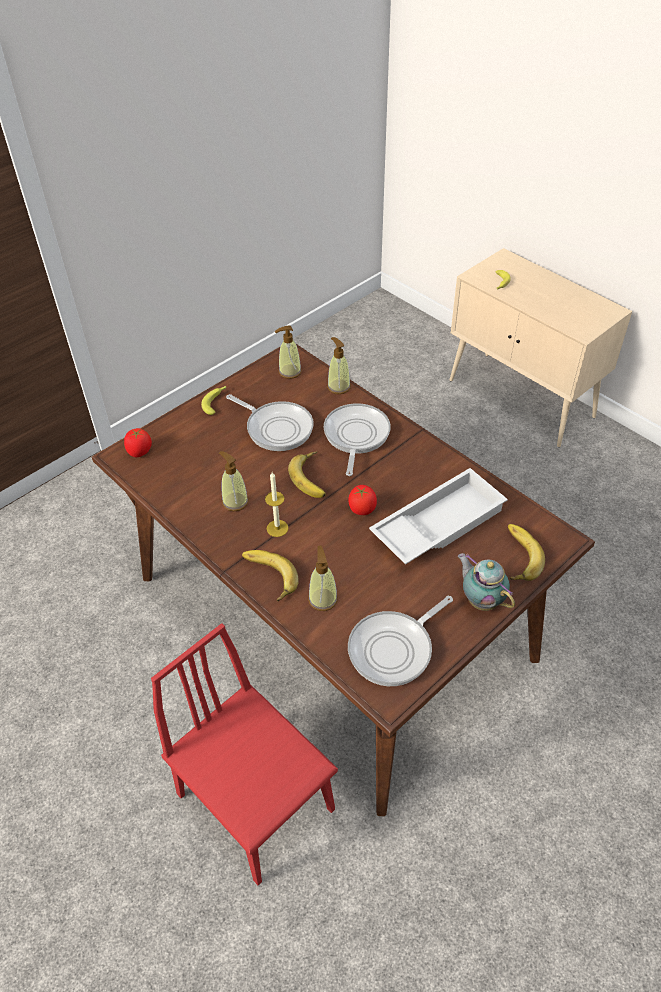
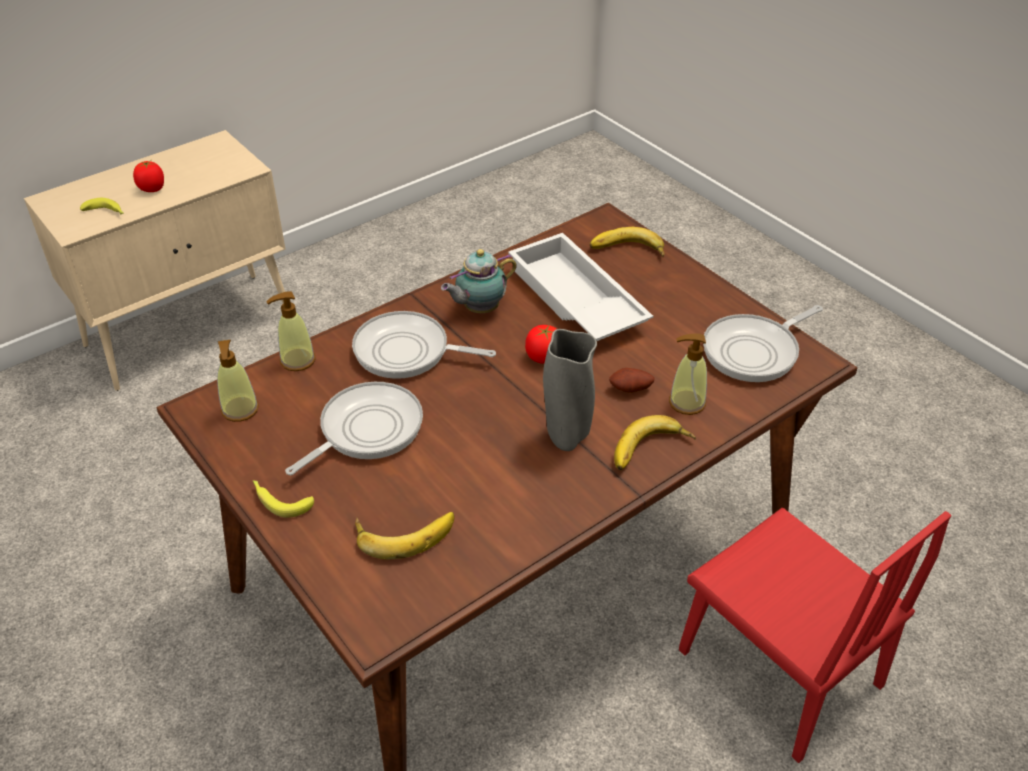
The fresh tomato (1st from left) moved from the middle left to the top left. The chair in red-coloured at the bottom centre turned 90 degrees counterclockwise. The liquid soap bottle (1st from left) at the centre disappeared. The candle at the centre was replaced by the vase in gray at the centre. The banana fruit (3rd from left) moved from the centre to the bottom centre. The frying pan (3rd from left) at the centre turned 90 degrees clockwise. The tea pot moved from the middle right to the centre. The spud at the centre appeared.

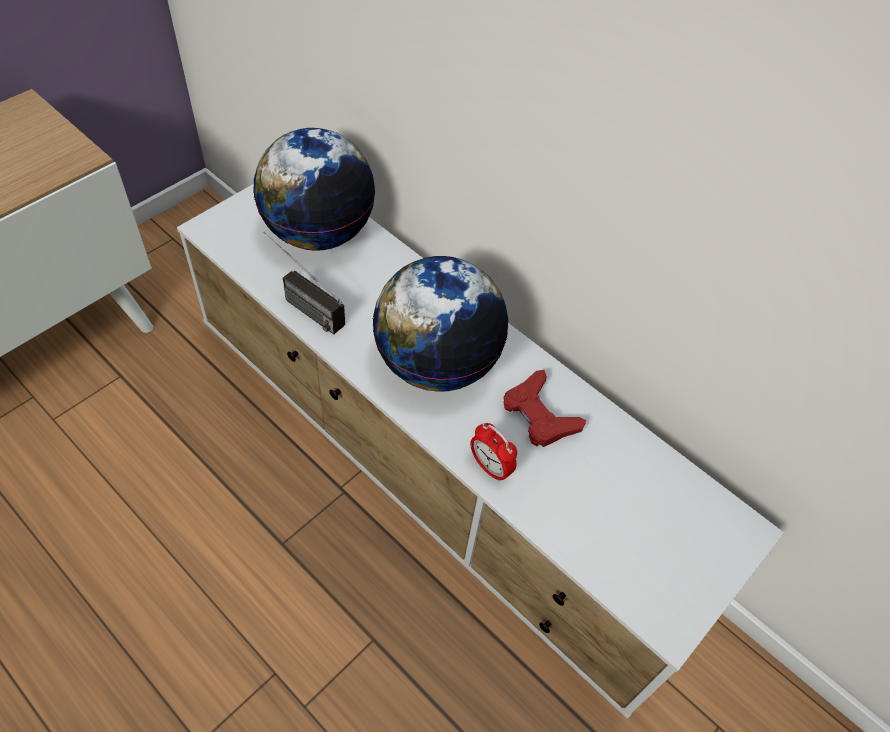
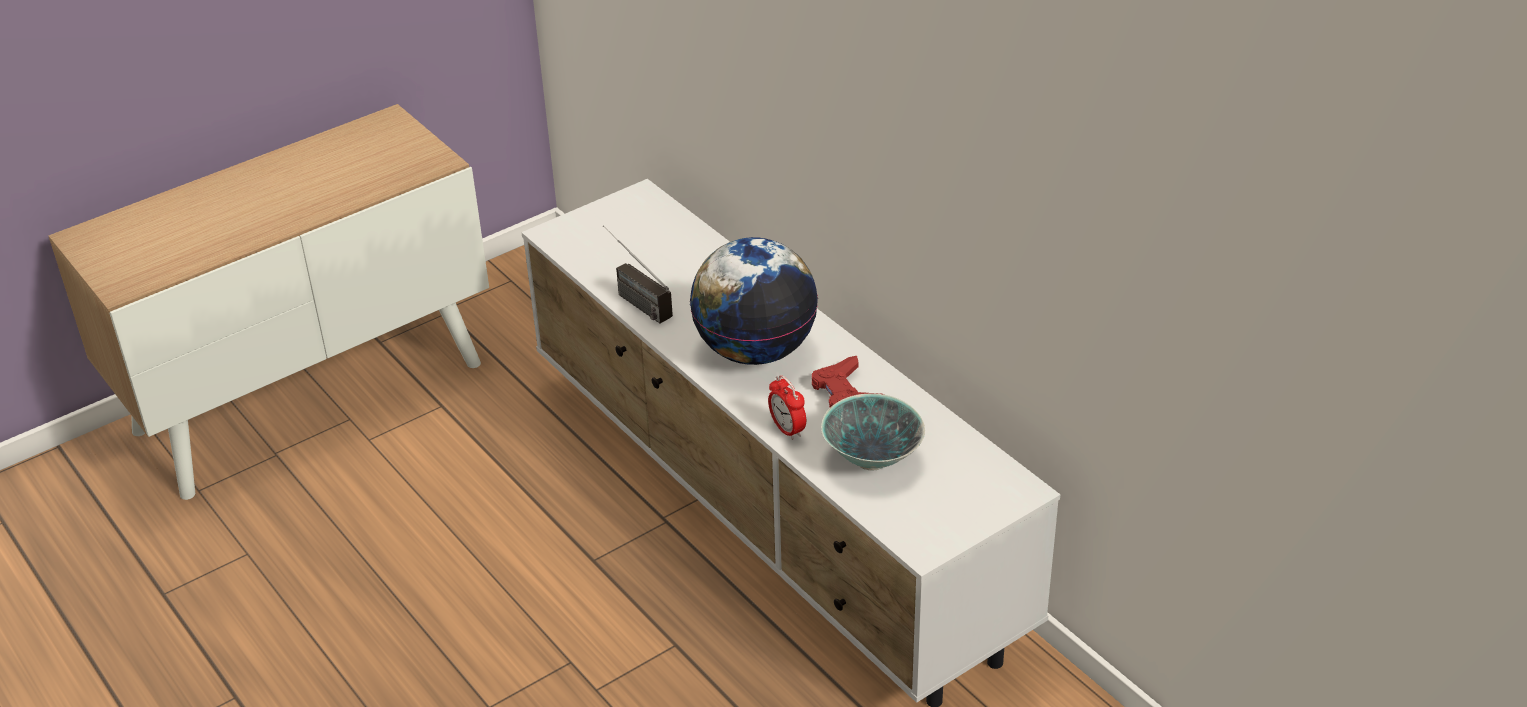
The globe (1st from left) at the top centre disappeared. The bowl at the centre appeared.

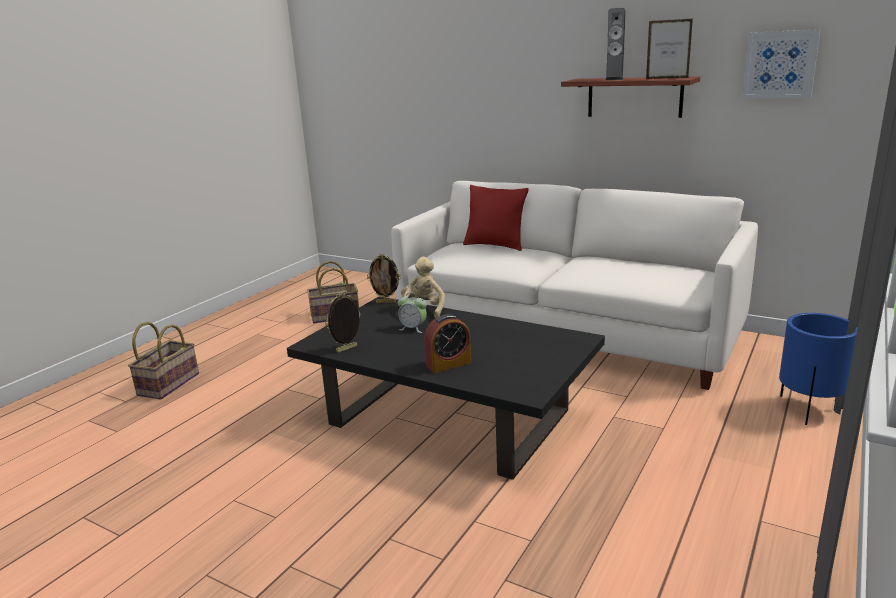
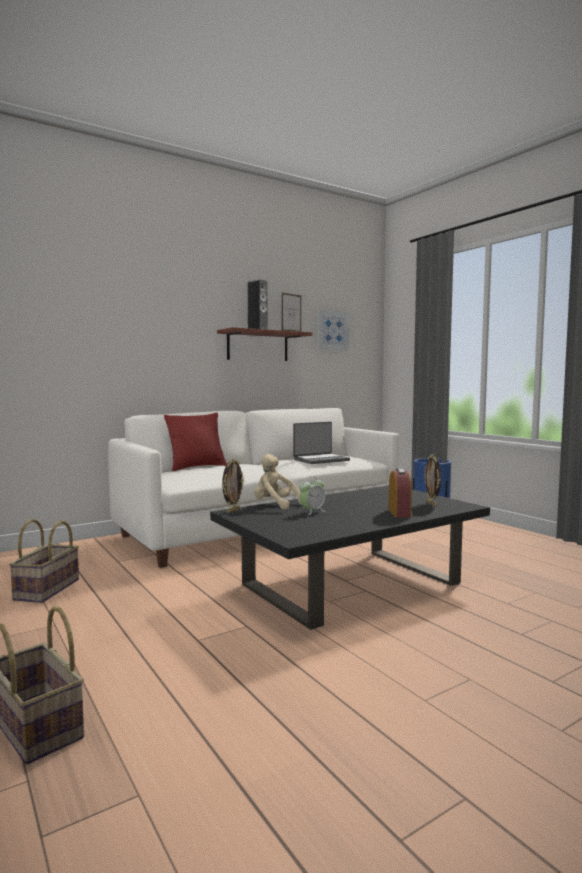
The picture frame (1st from left in the first image) moved from the centre to the middle right. The notebook computer at the centre appeared.

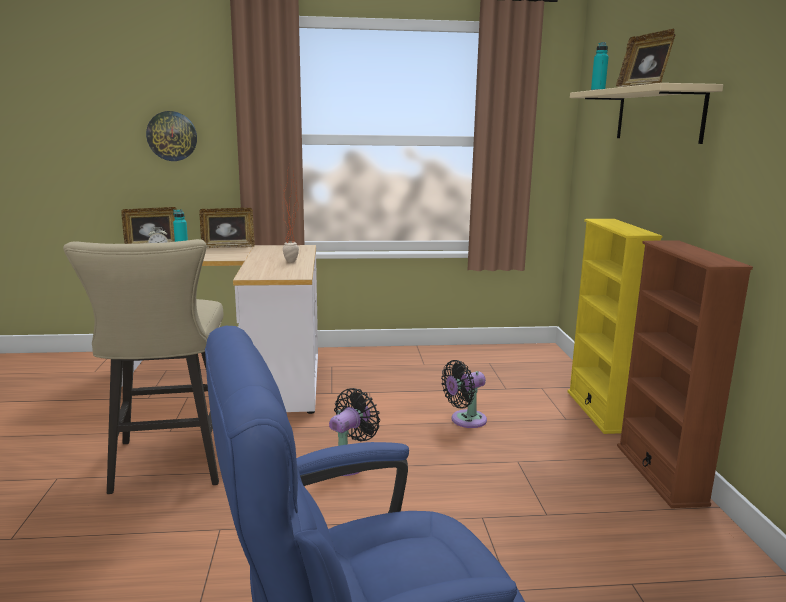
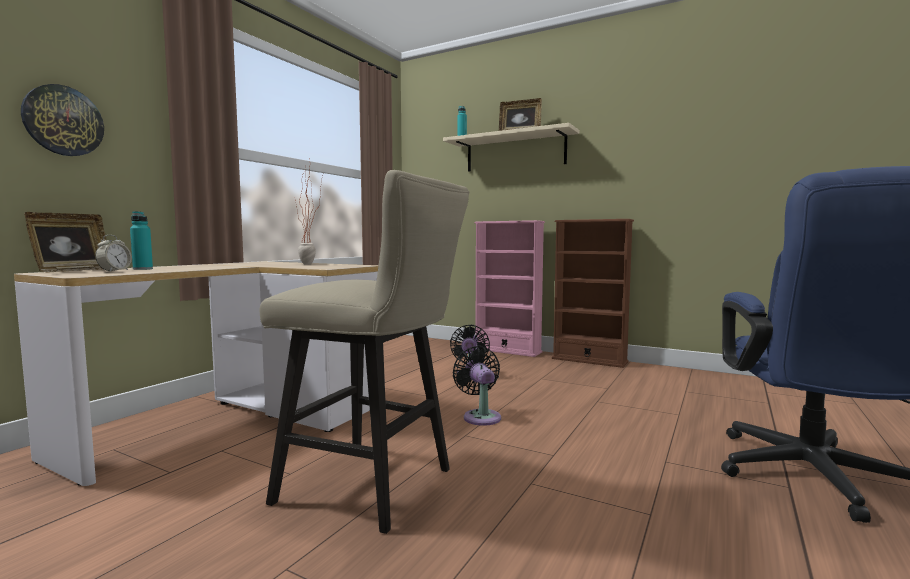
The picture frame (2nd from left) at the middle left disappeared. The bookshelf in yellow at the middle right became the bookshelf in pink at the centre.

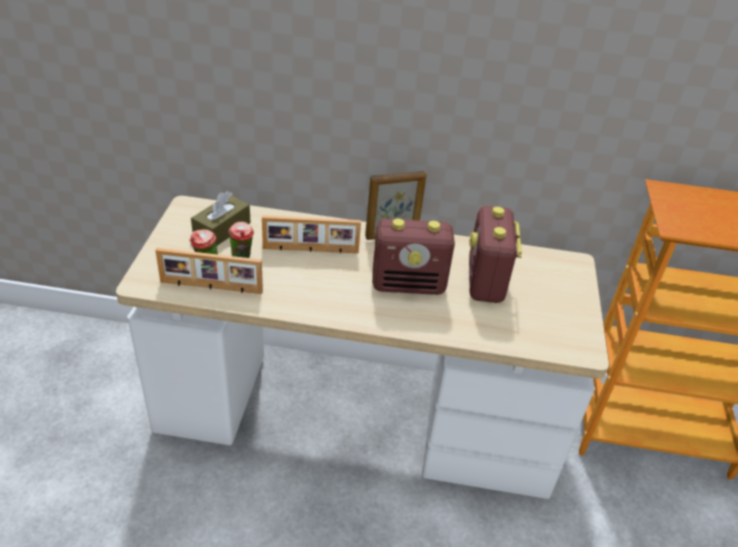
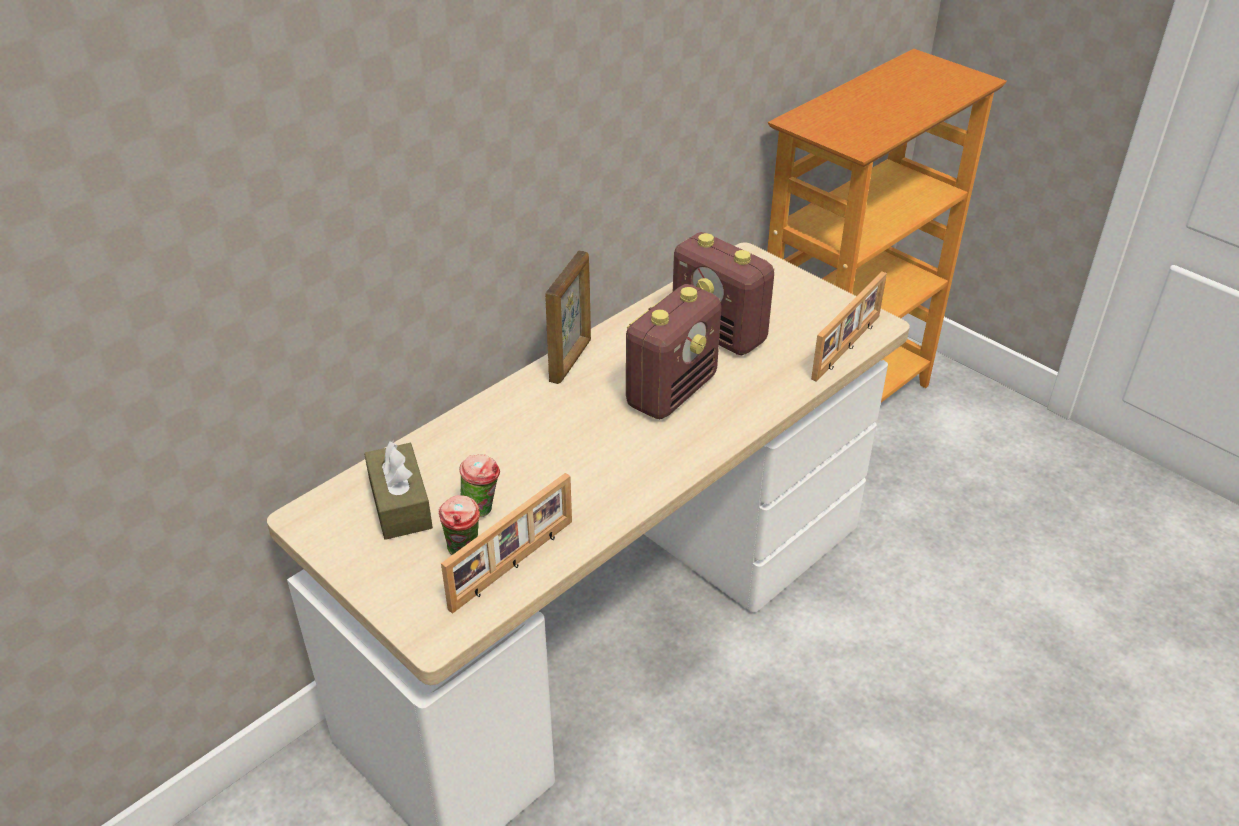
The picture frame (2nd from left in the first image) moved from the centre to the middle right.

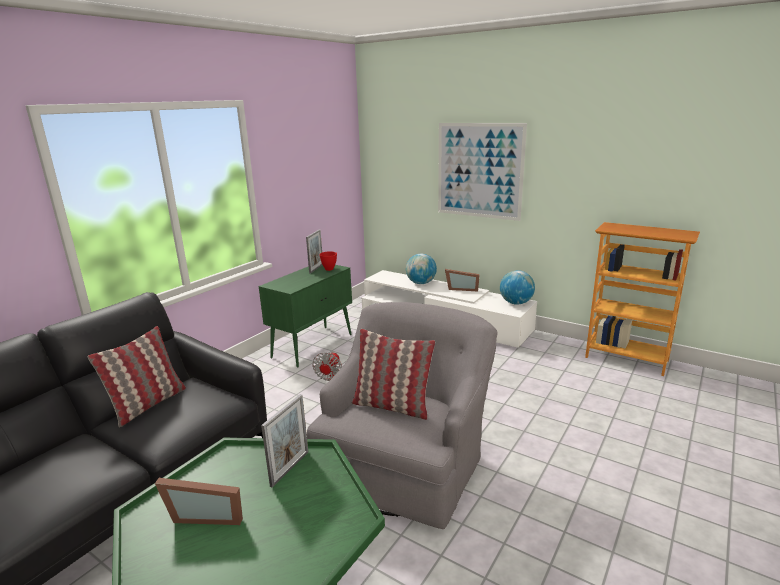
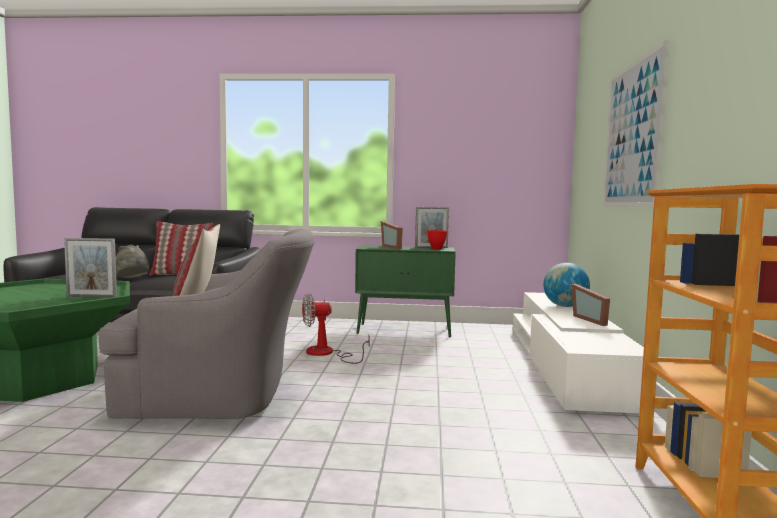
The picture frame (1st from left in the first image) moved from the bottom left to the centre. The globe (2nd from left) at the centre disappeared. The hat in gray at the middle left appeared.

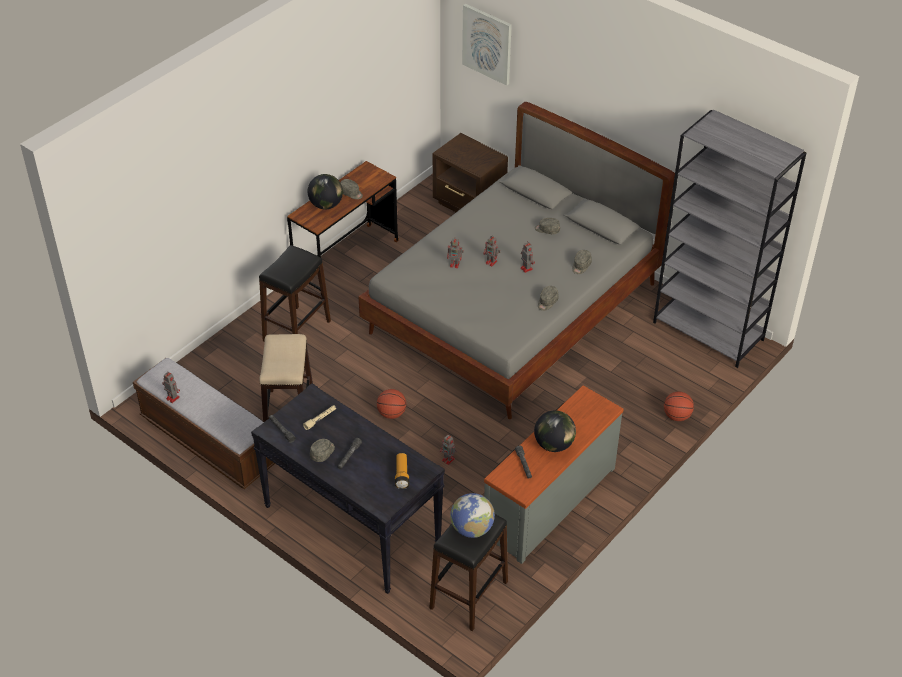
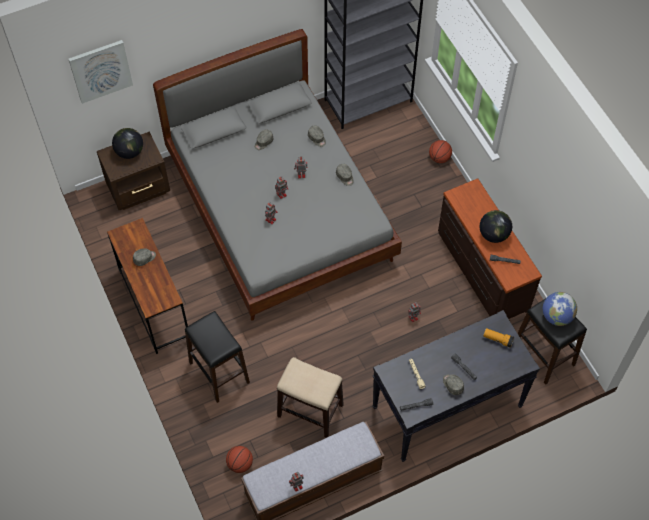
The globe (1st from left) moved from the top centre to the top left. The basketball ball (1st from left) moved from the centre to the bottom centre. The dresser in gray at the bottom centre became the dresser in brown-coloured at the middle right.

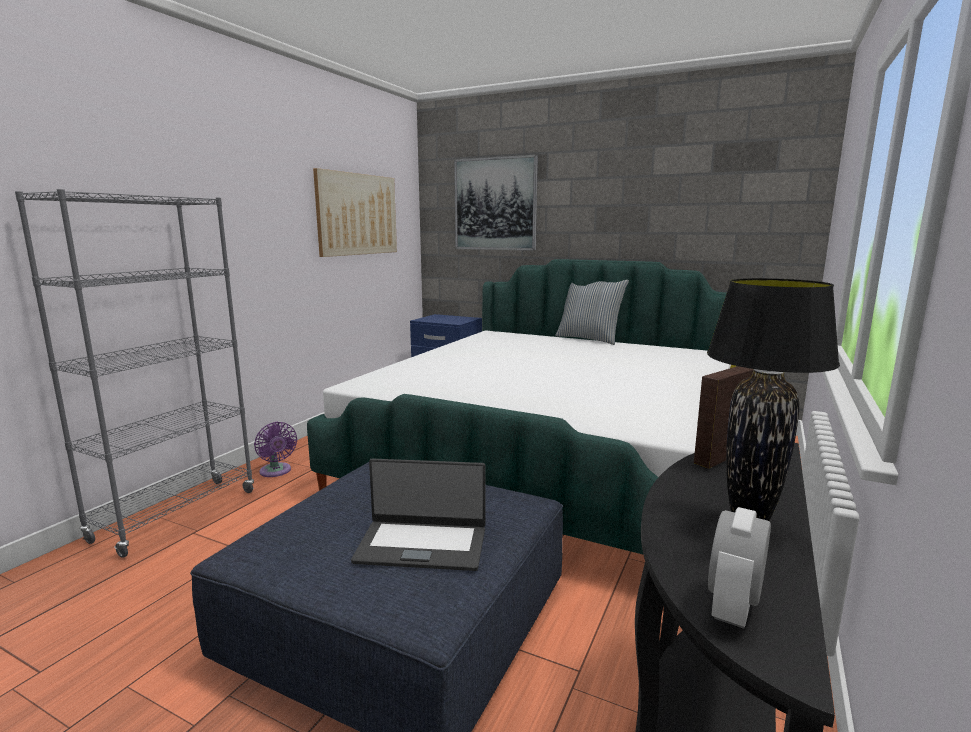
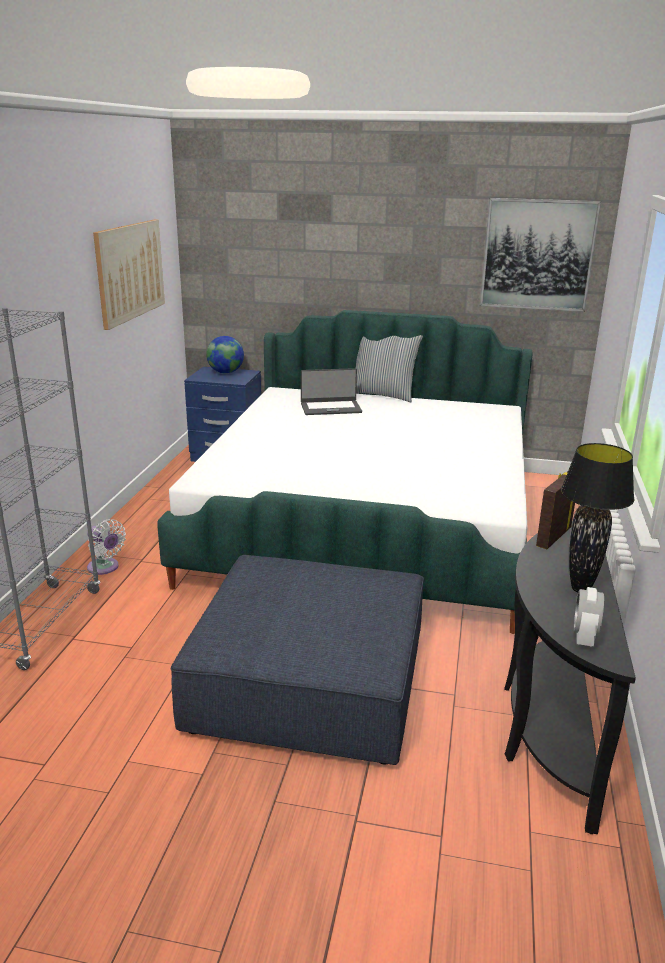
The fan in purple at the middle left became the fan in white at the middle left. The notebook computer moved from the bottom centre to the centre. The wall art (2nd from left) moved from the top centre to the top right. The globe at the centre appeared.

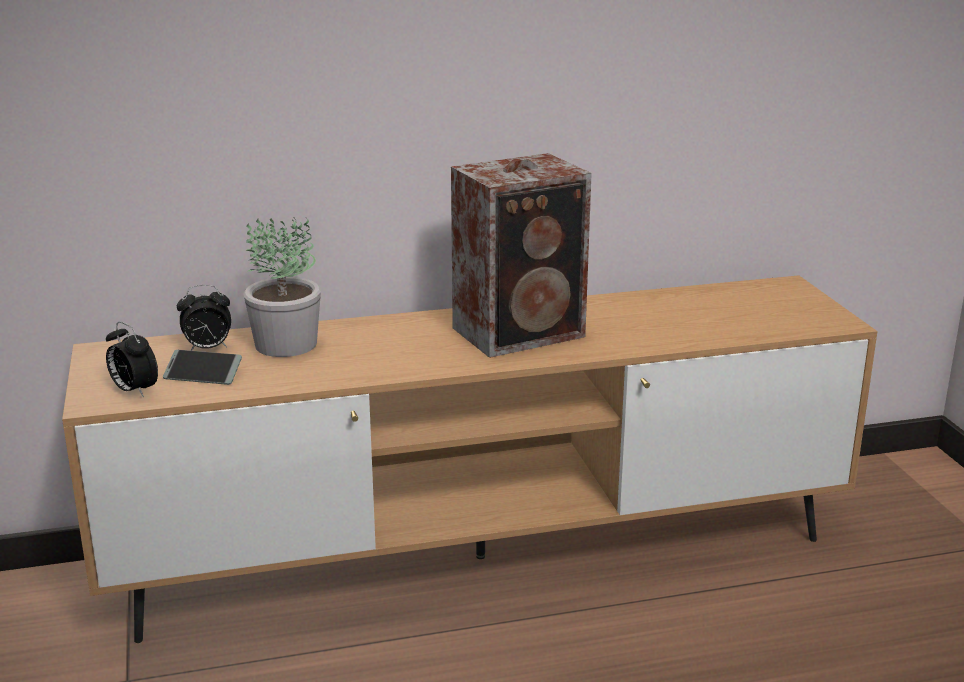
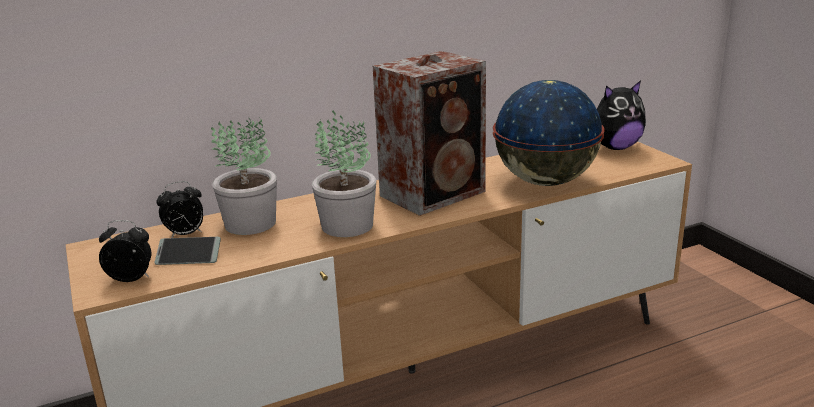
The table clock (1st from left) at the middle left turned 150 degrees clockwise. The potted plant (2nd from left) at the centre appeared. The globe at the top right appeared. The plush toy at the top right appeared.

